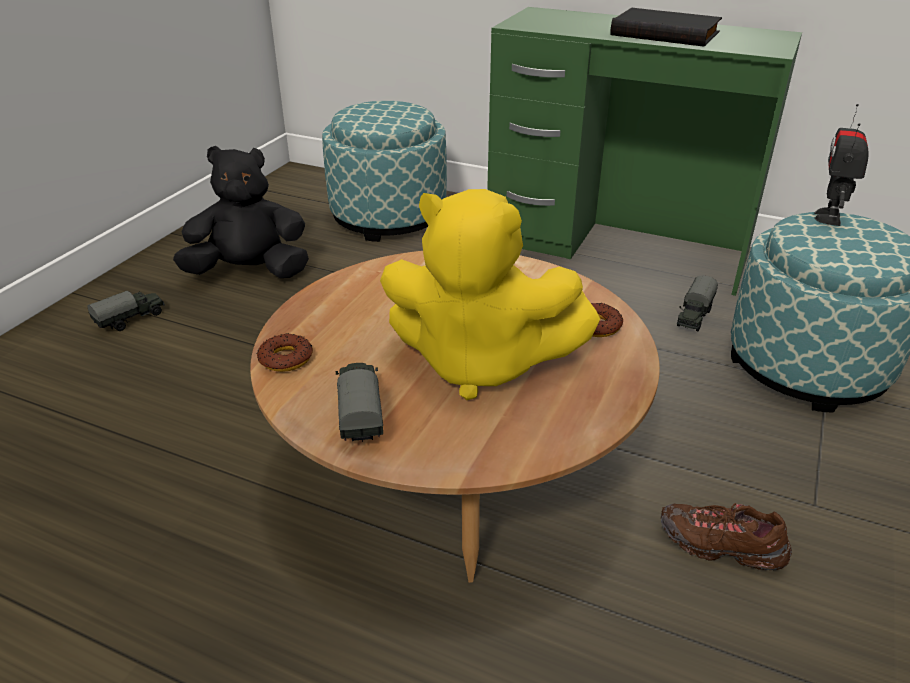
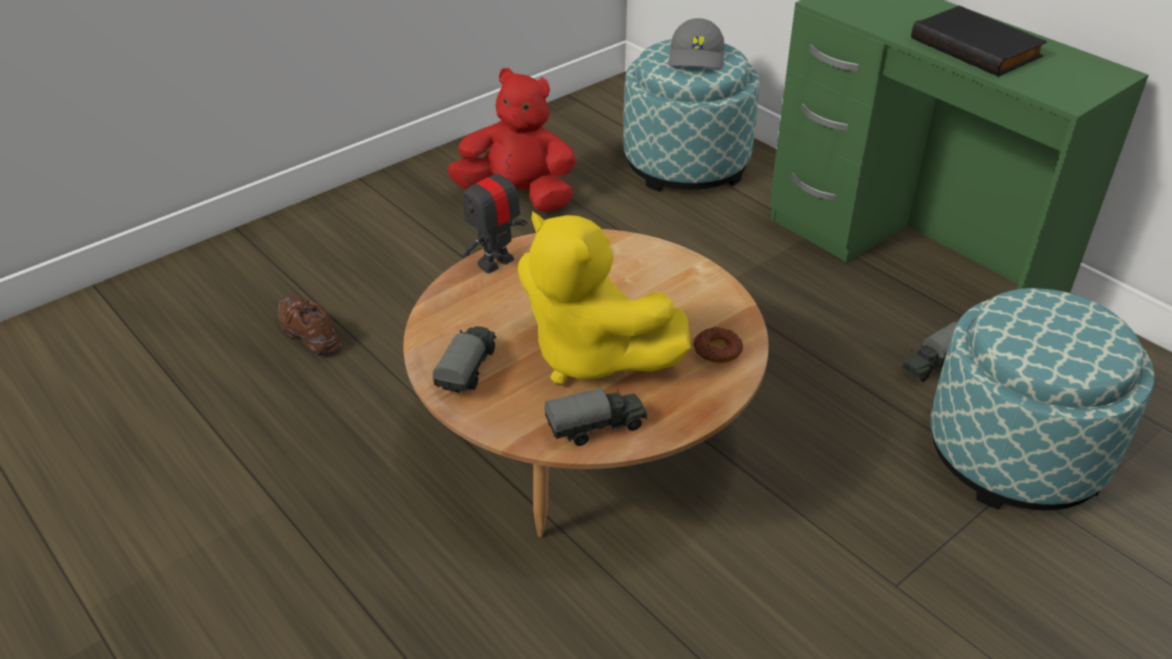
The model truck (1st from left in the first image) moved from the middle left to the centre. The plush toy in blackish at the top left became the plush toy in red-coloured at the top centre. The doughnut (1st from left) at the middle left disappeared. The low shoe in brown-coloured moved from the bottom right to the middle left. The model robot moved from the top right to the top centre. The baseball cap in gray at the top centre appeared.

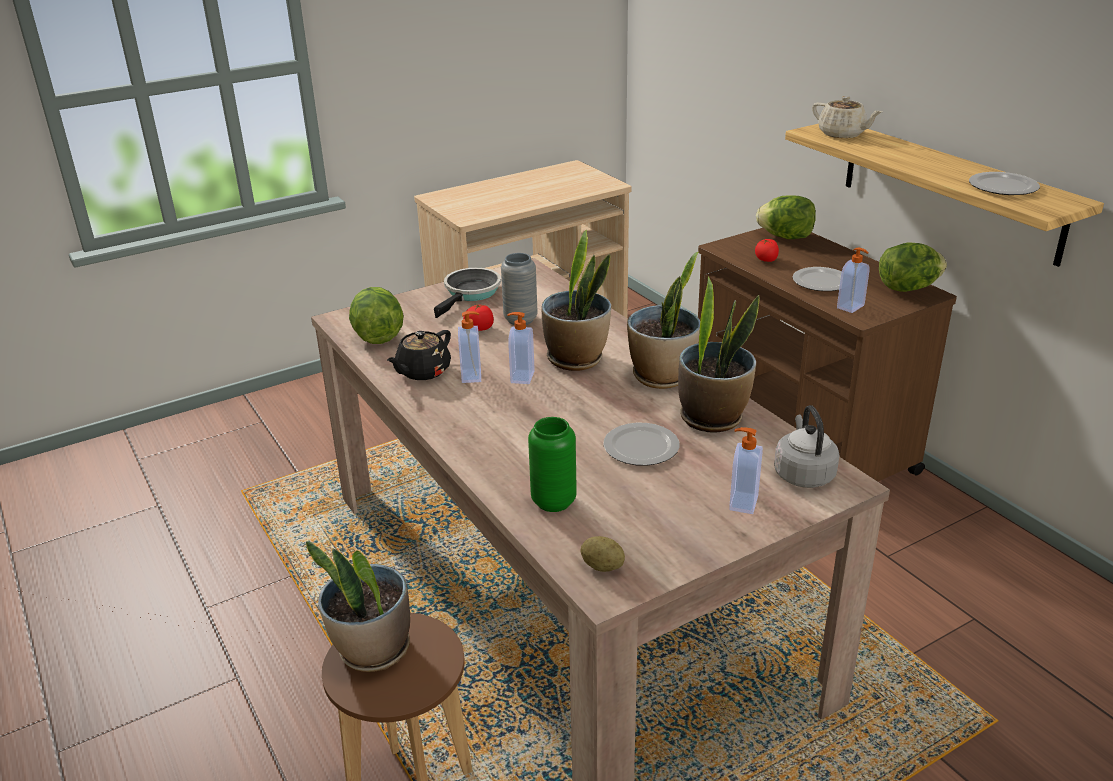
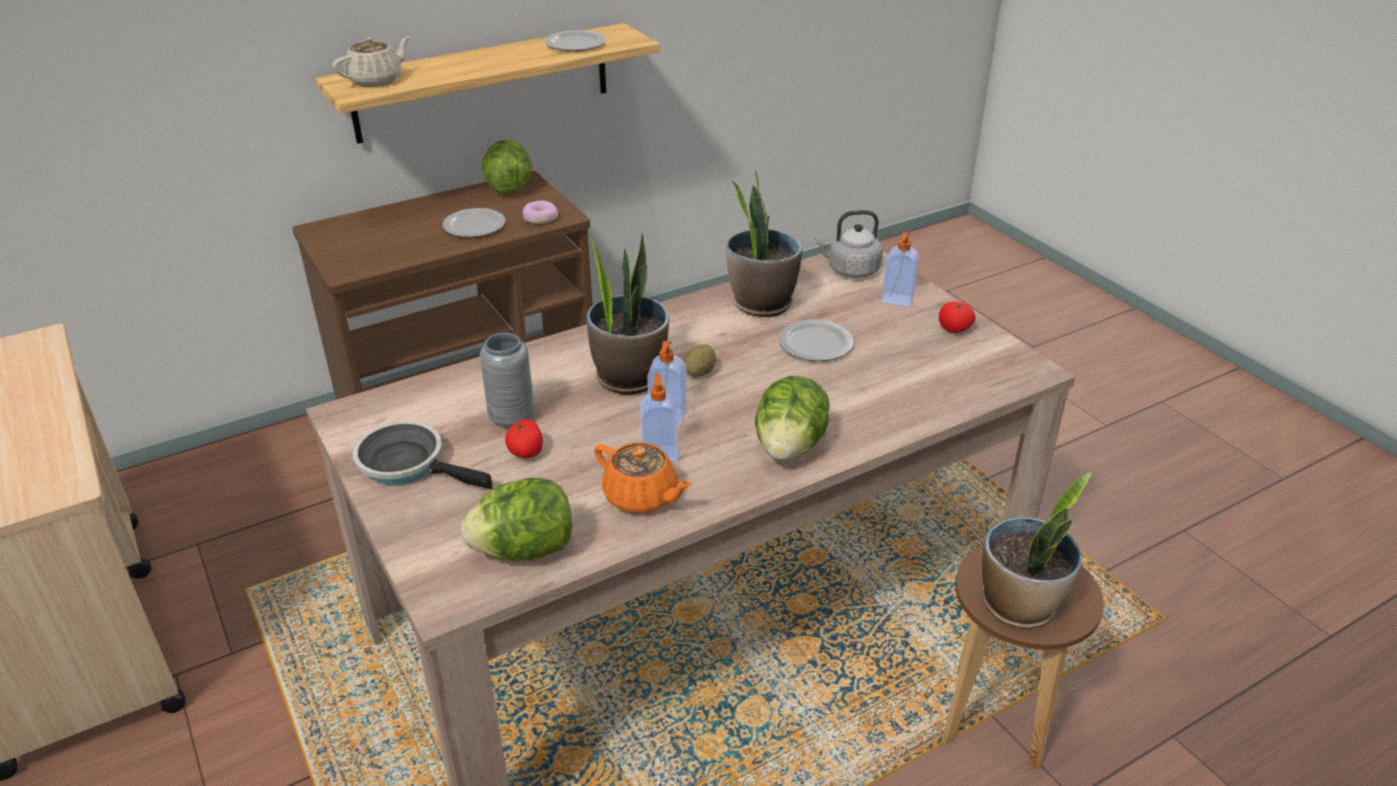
The tea pot in blackish at the centre became the tea pot in orange at the centre. The vase in green-coloured at the centre disappeared. The spud moved from the bottom centre to the centre. The potted plant (3rd from left) at the centre disappeared. The fresh tomato (2nd from left) moved from the top right to the middle right. The head of lettuce (2nd from left in the first image) moved from the top right to the centre. The liquid soap bottle (4th from left) at the middle right was replaced by the doughnut at the top centre.

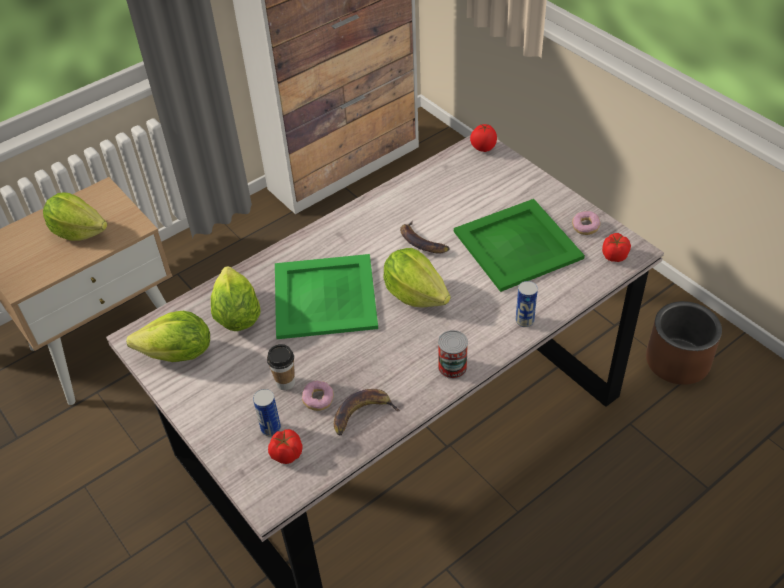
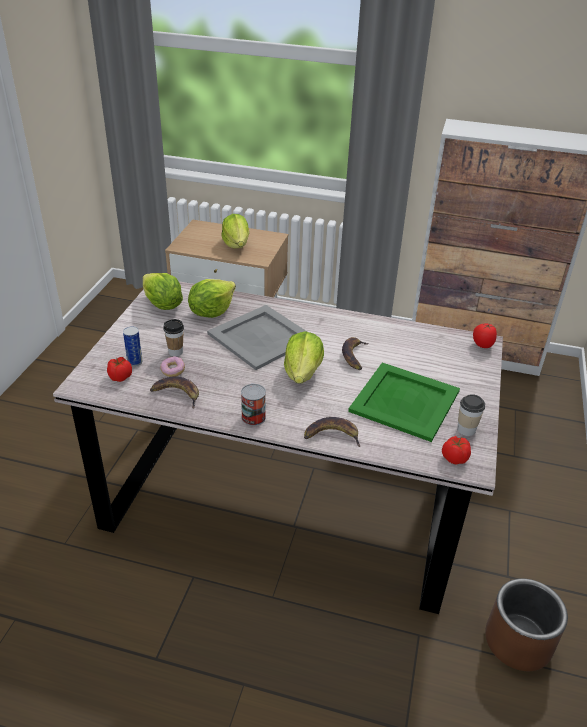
The carrying tray in green-coloured (1st from left) at the centre became the carrying tray in gray at the centre. The sealed can (3rd from left) at the middle right was replaced by the banana fruit (2nd from left) at the centre. The doughnut (2nd from left) at the middle right was replaced by the cup (2nd from left) at the middle right.

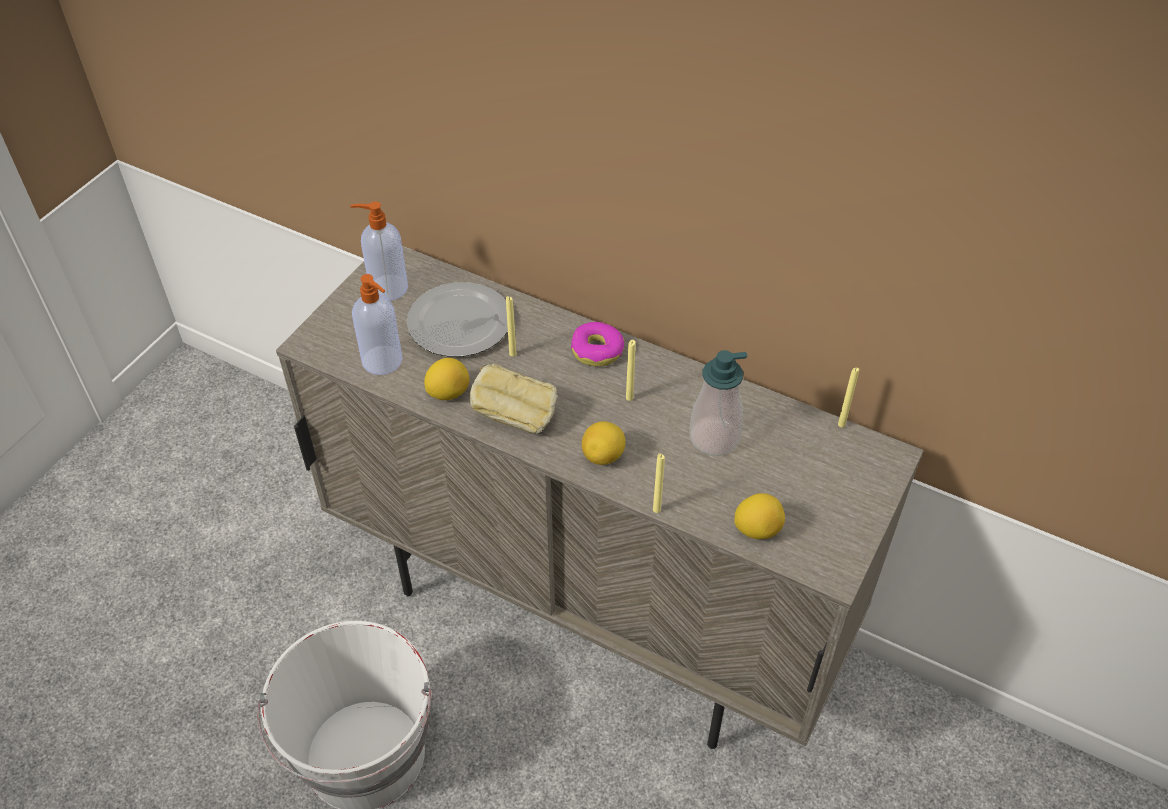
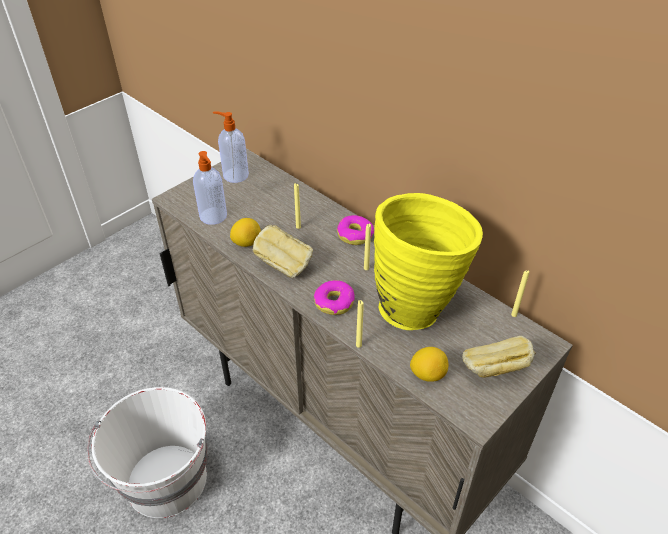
The plate at the centre disappeared. The whole lemon (2nd from left) at the centre was replaced by the doughnut (1st from left) at the centre. The liquid soap bottle (3rd from left) at the centre was replaced by the vase in yellow at the centre. The bread (2nd from left) at the bottom right appeared.

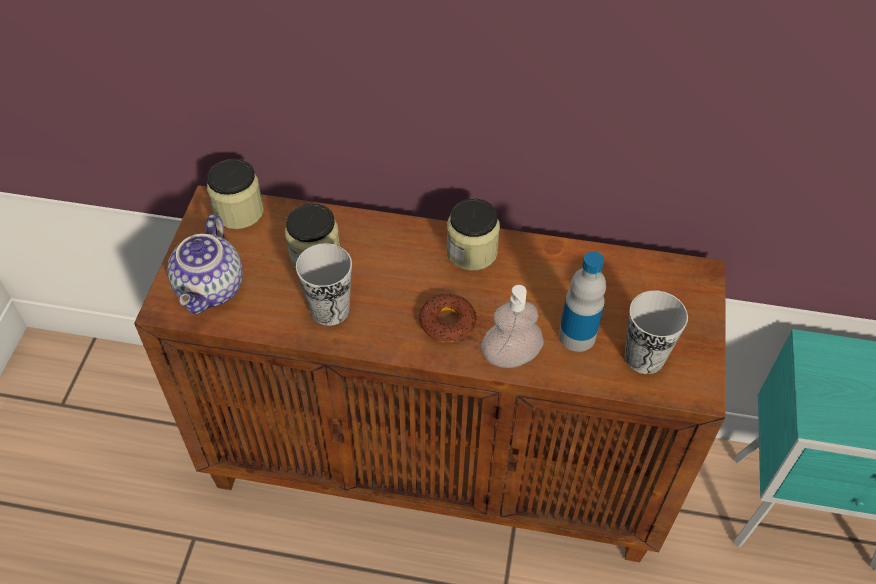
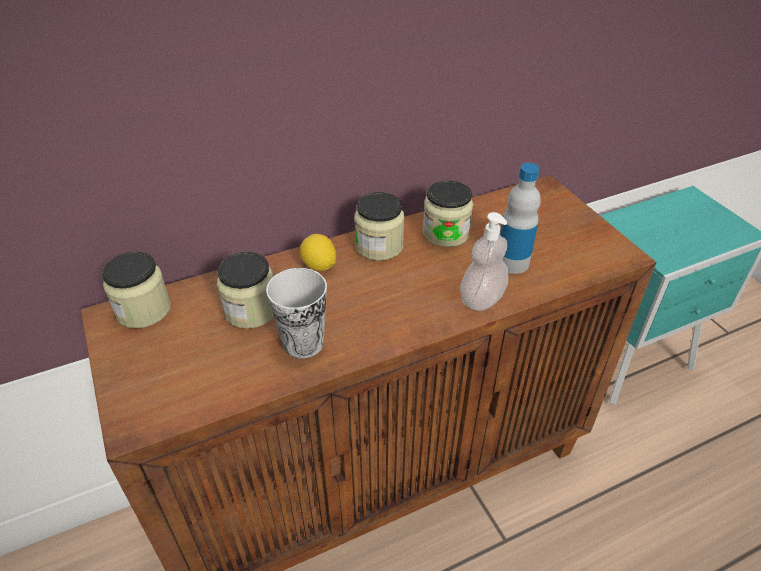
The tea pot at the middle left disappeared. The doughnut at the centre disappeared. The cup (2nd from left) at the middle right disappeared. The whole lemon at the centre appeared. The preserve jar (4th from left) at the centre appeared.

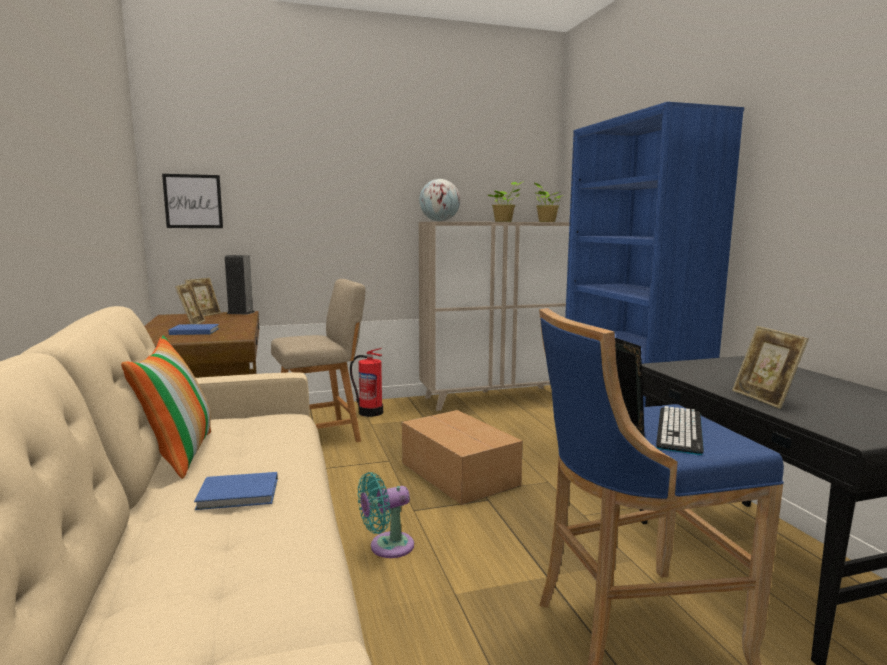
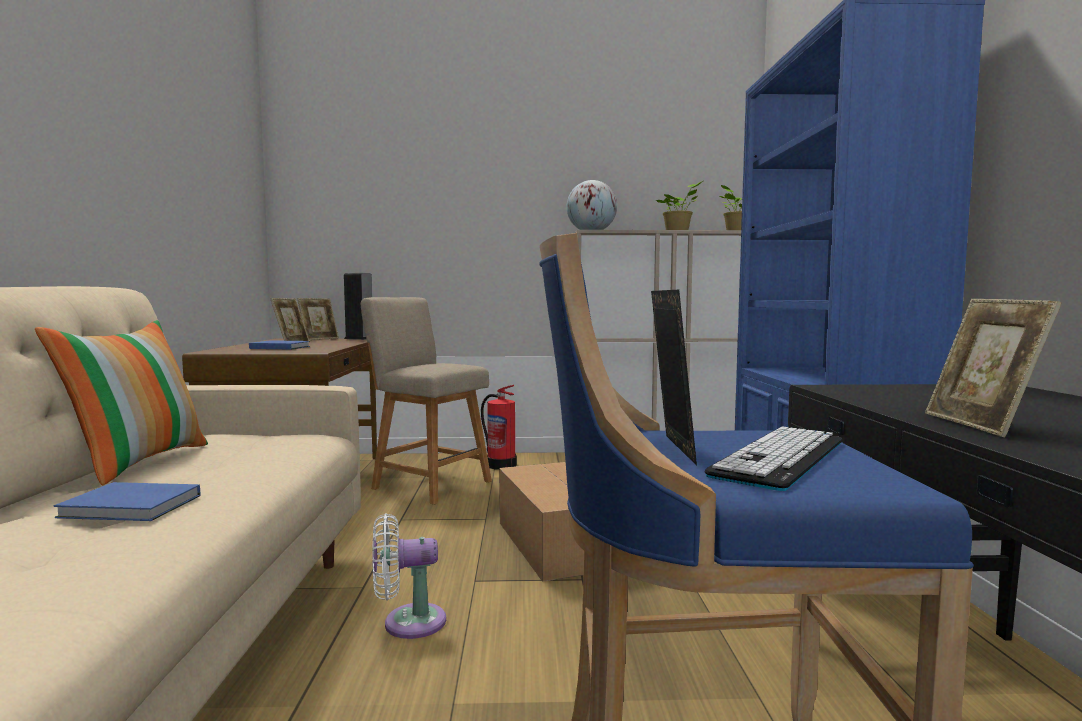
The wall art at the top left disappeared. The chair in sand-coloured at the centre turned 135 degrees counterclockwise. The fan in blue-green at the bottom centre became the fan in white at the bottom centre.

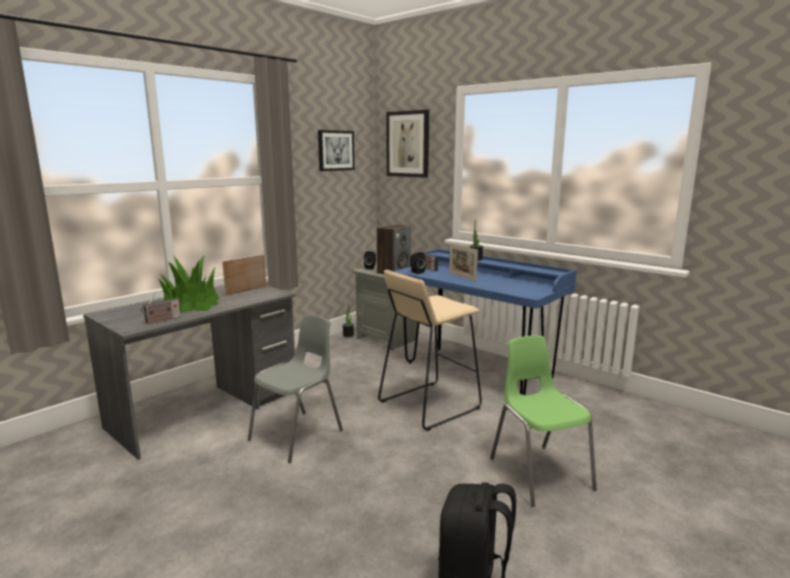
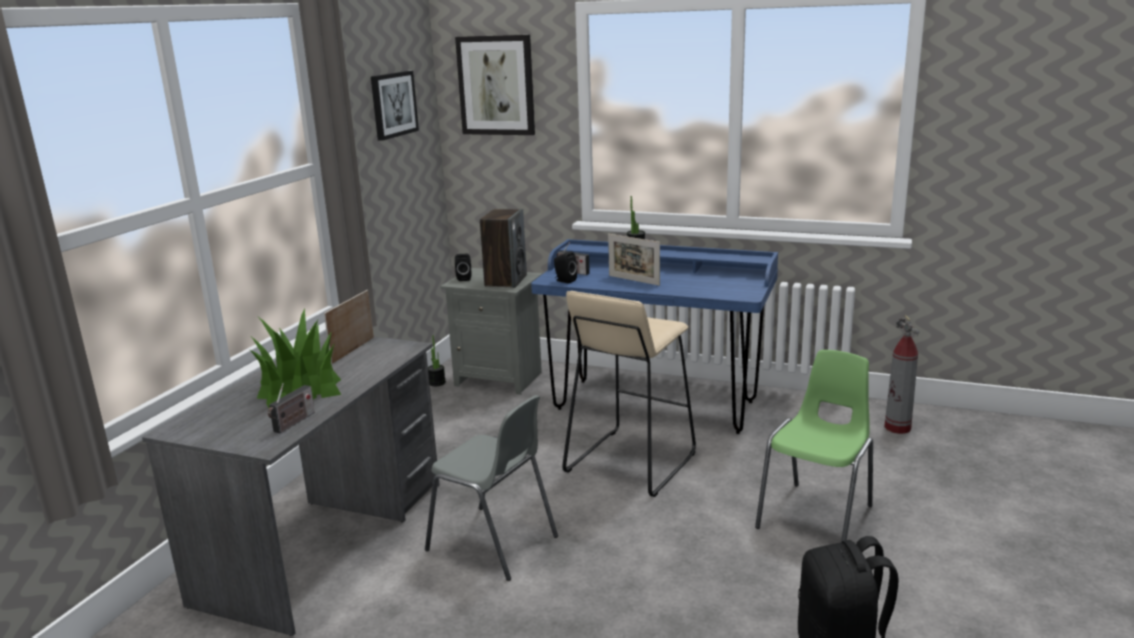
The chair in gray at the bottom centre turned 105 degrees clockwise. The chair in green-coloured at the bottom right turned 75 degrees clockwise. The fire extinguisher at the middle right appeared.

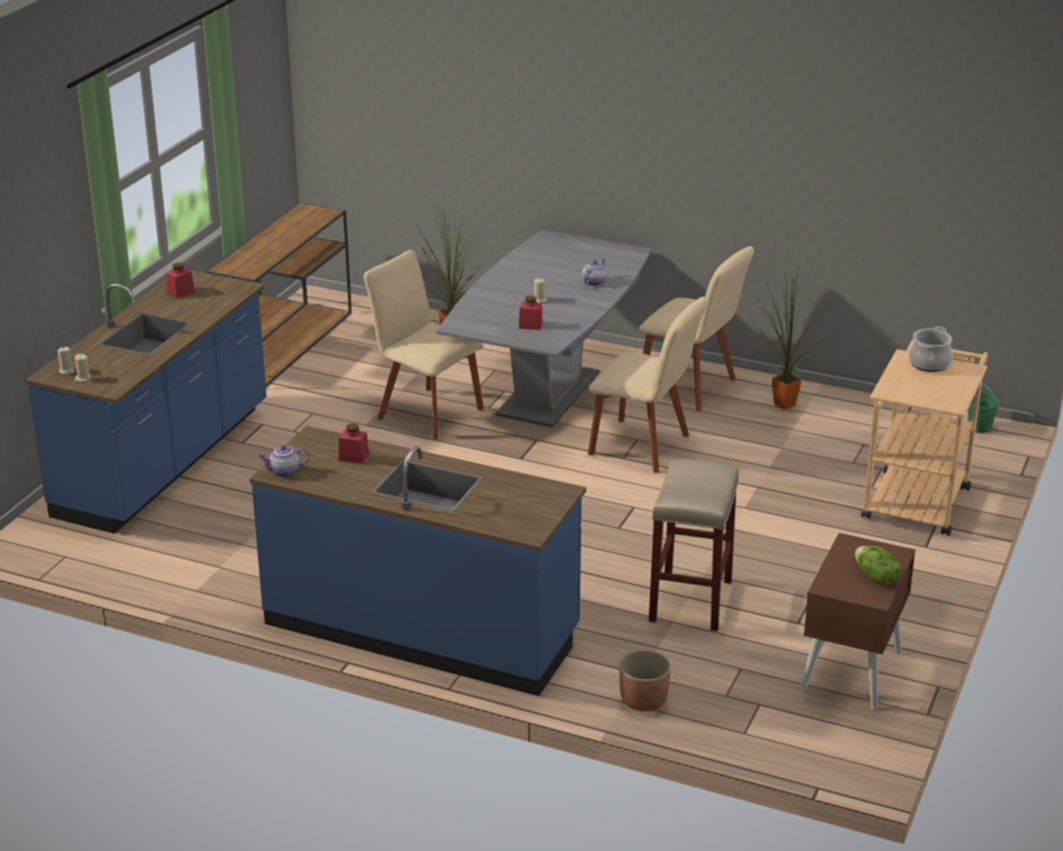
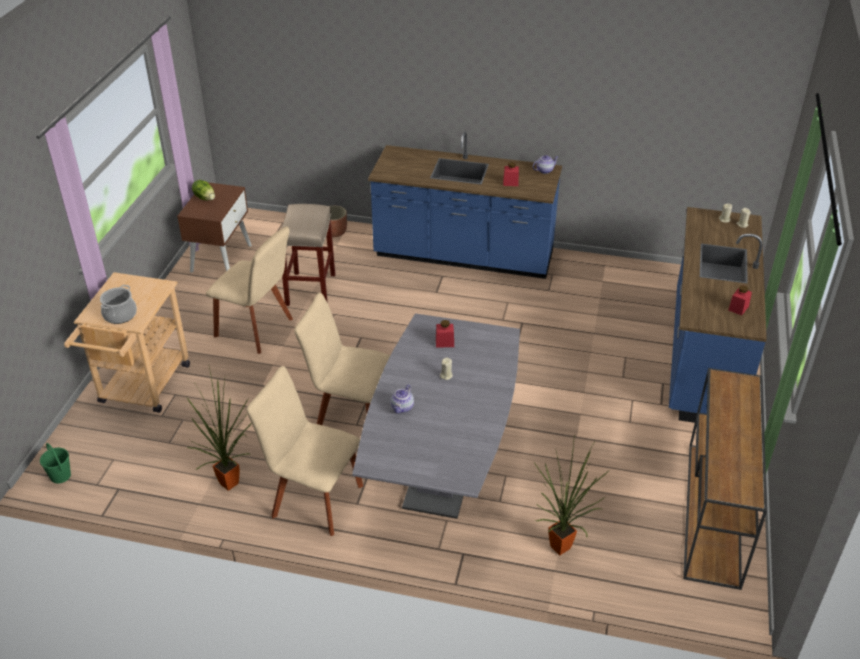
The chair in sand-coloured (1st from left) moved from the centre to the middle left.

